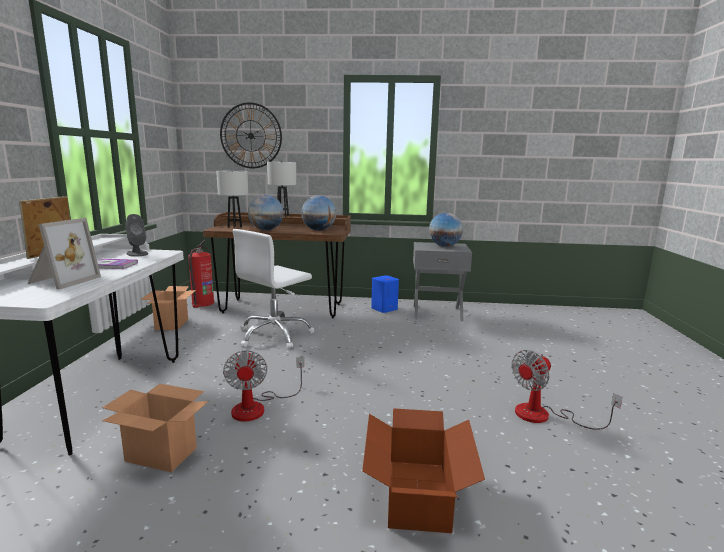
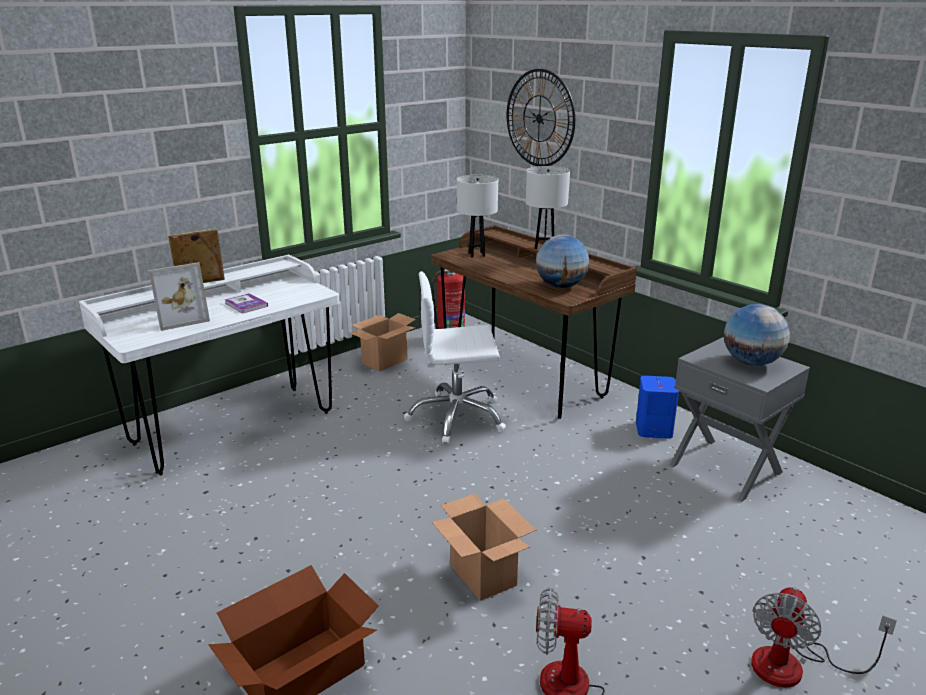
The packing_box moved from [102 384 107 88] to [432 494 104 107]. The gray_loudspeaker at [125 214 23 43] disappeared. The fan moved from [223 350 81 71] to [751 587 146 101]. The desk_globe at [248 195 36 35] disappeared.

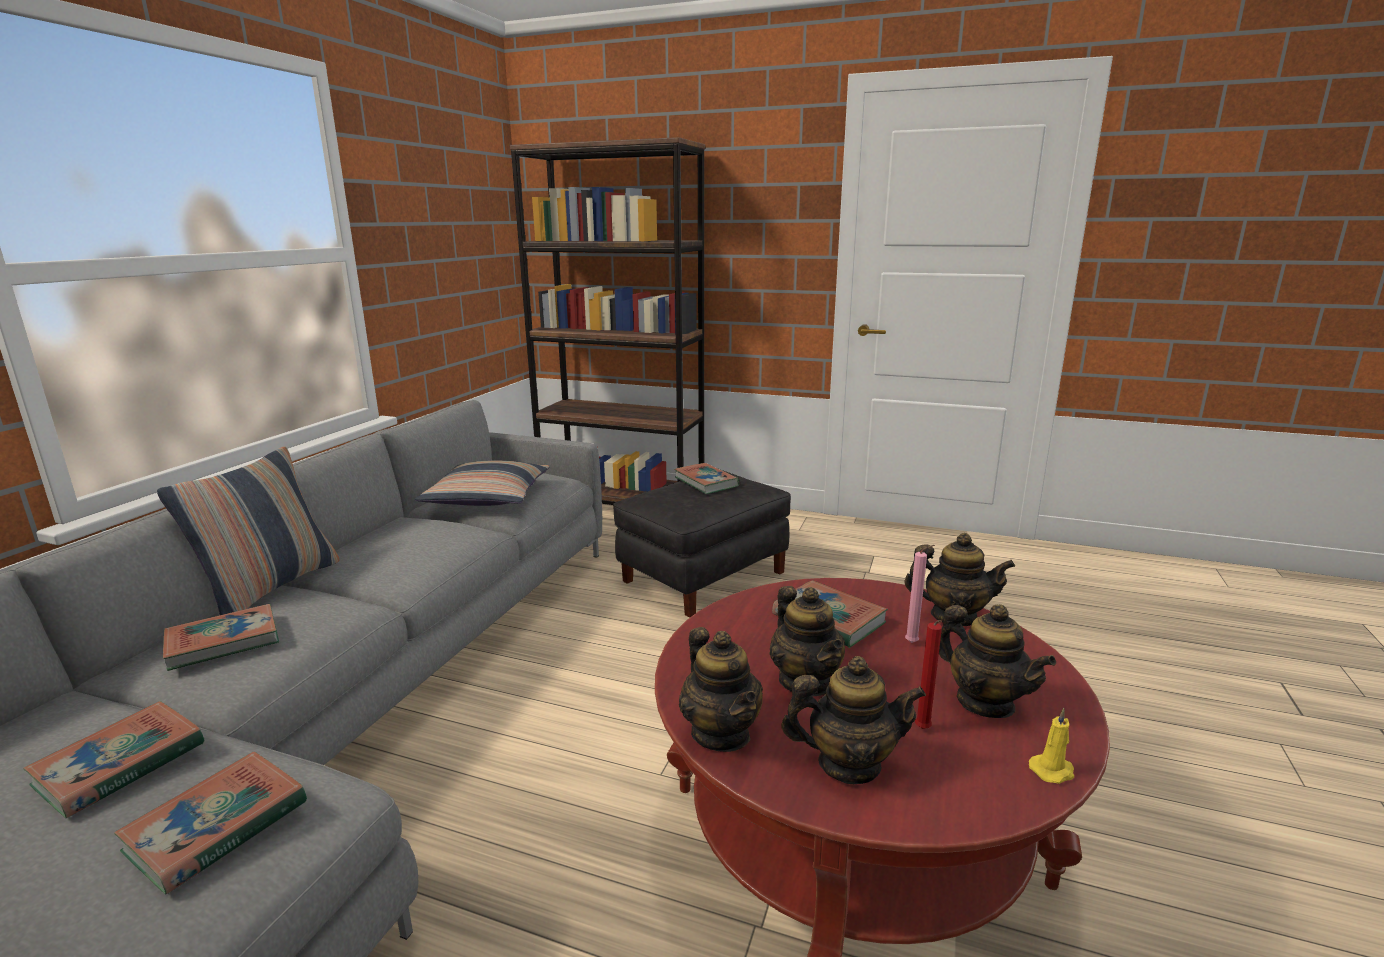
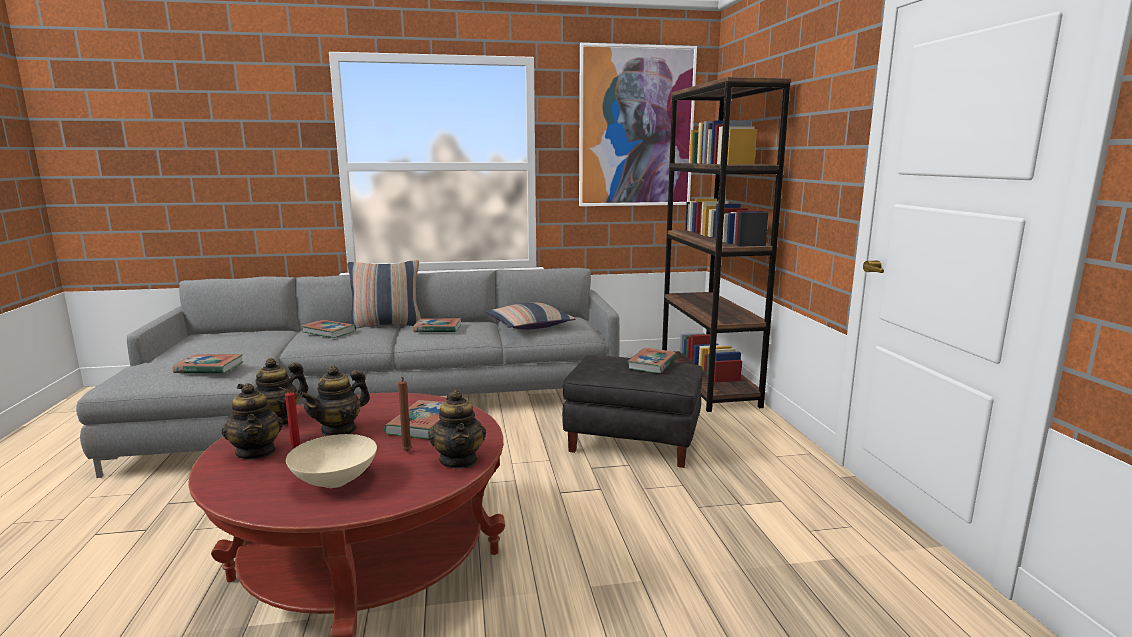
The volume moved from [23 701 181 117] to [413 318 48 15]. The pinkish_candle at [905 545 30 98] became the brown_candle at [398 377 14 74]. The tea_pot at [939 604 117 114] was replaced by the beige-coloured_serving_bowl at [286 434 91 54]. The yellowish_candle at [1029 708 45 76] disappeared. The picture at [579 43 118 163] appeared.

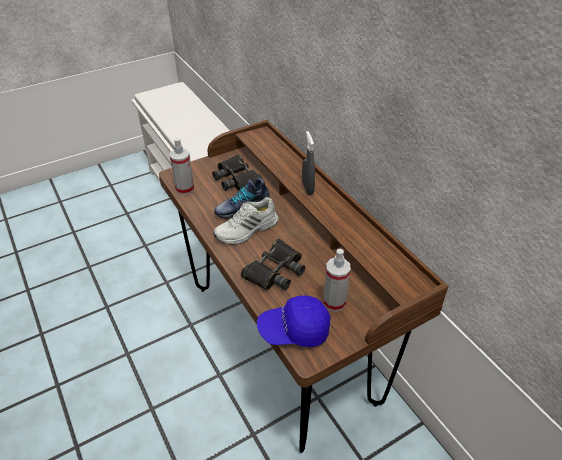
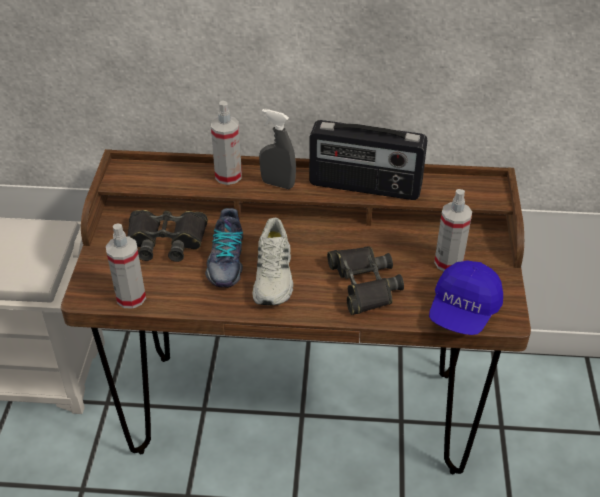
The hand_sprayer at [211 101 31 84] appeared. The radio_set at [309 120 119 80] appeared.

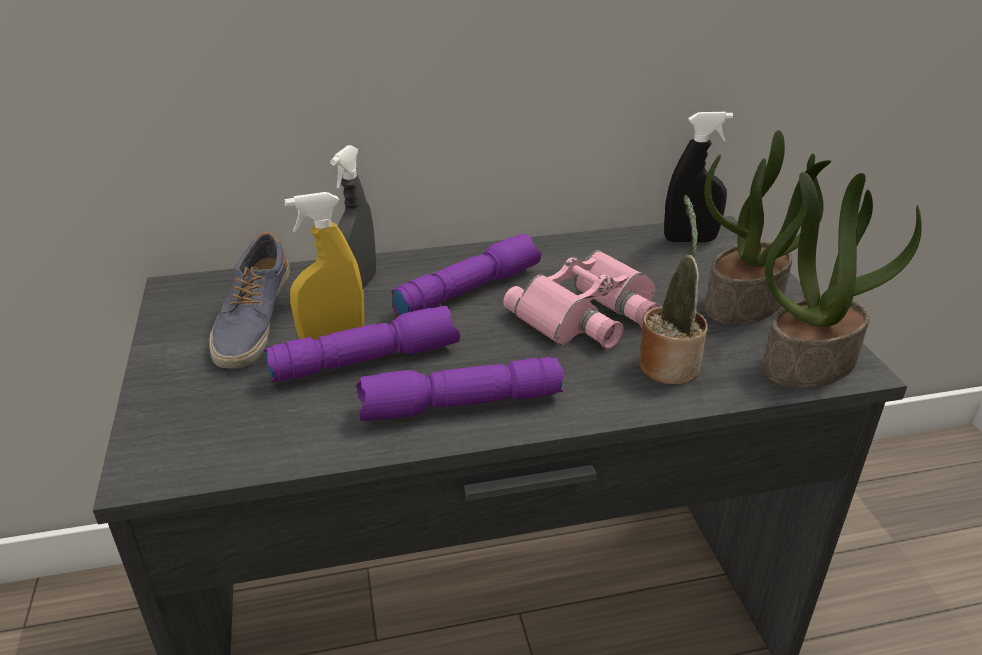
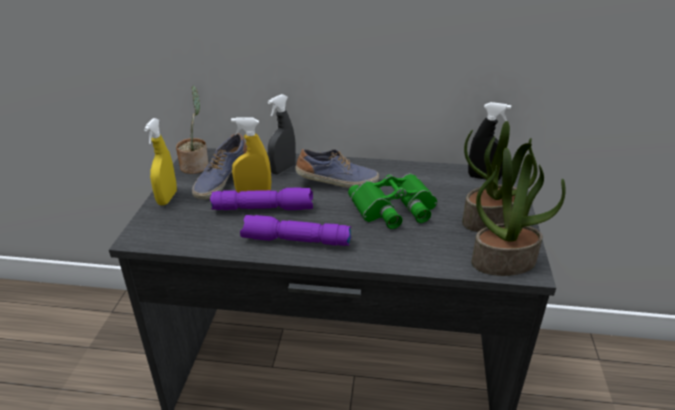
The purple-coloured_hand_torch at [391 234 150 81] was replaced by the low_shoe at [296 149 83 39]. The pinkish_binoculars at [503 250 157 99] became the green_binoculars at [348 173 89 56]. The plant_in_a_pot moved from [639 195 69 189] to [176 86 33 88]. The yellowish_hand_sprayer at [144 118 33 87] appeared.

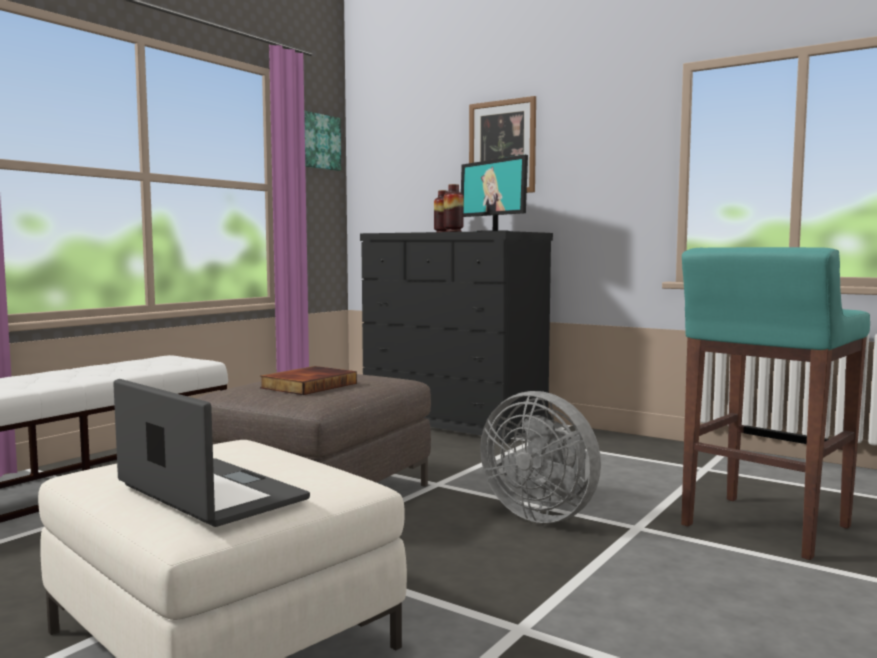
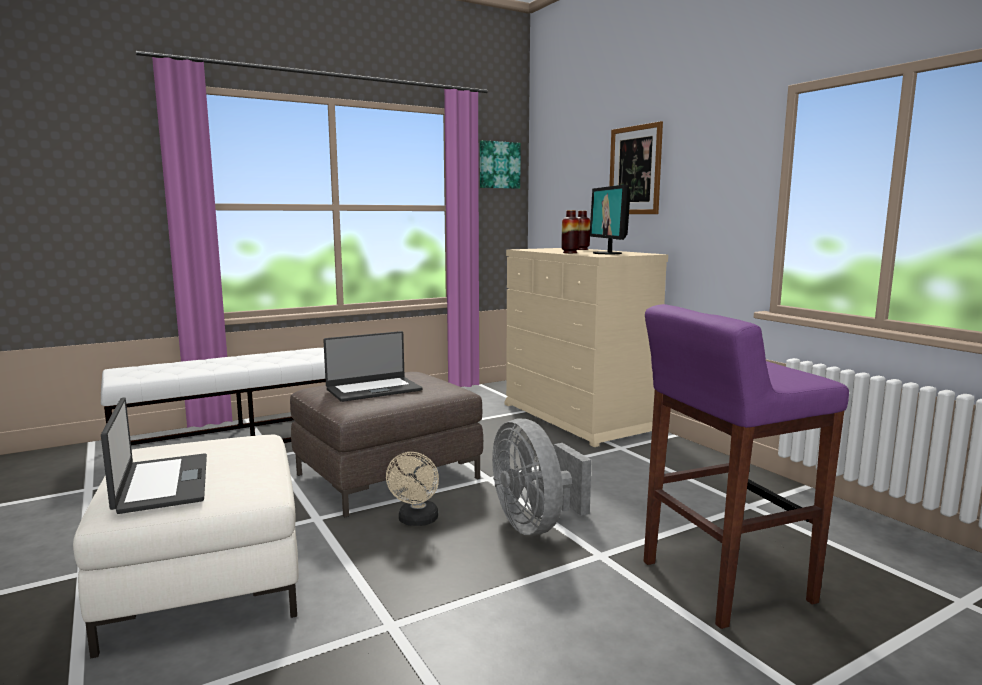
The volume at [260 366 97 29] was replaced by the portable_computer at [323 331 100 71]. The black-coloured_dresser at [360 231 193 213] became the beige-coloured_dresser at [504 248 164 199]. The turquoise-coloured_sitting_stool at [681 247 189 313] became the purple-coloured_sitting_stool at [644 304 205 325]. The beige-coloured_fan at [386 452 53 74] appeared.

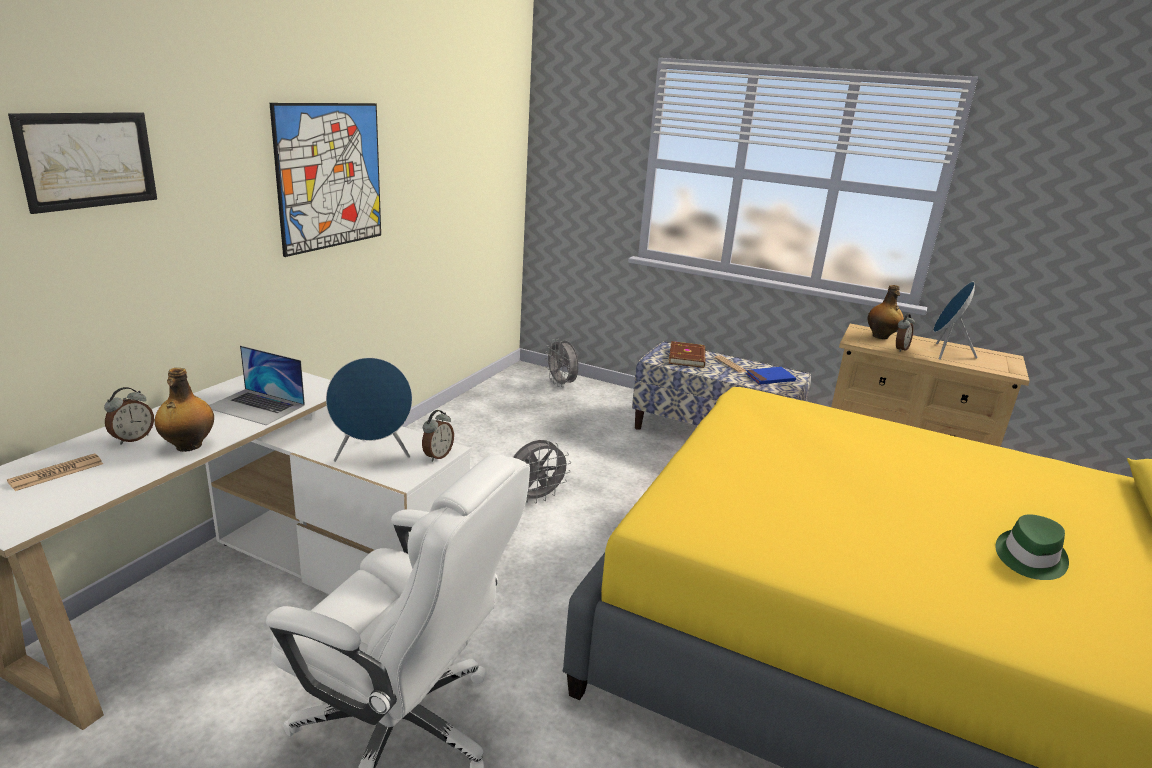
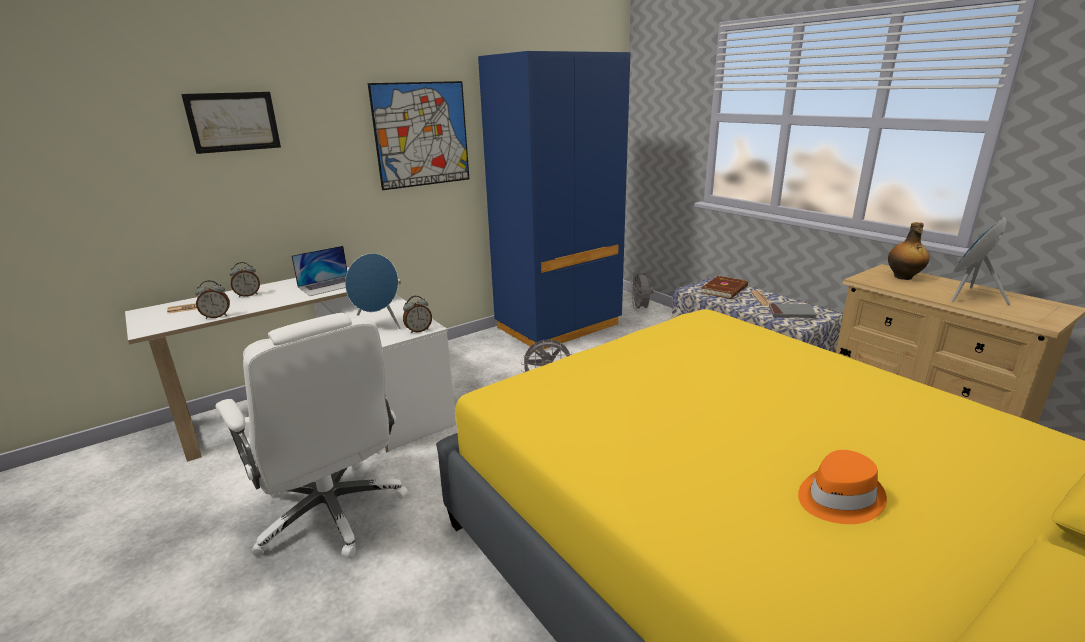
The beverage_bottle at [155 368 59 84] disappeared. The portable_computer at [209 346 96 79] turned 90 degrees counterclockwise. The blue-coloured_volume at [745 367 51 18] became the gray_volume at [769 304 48 14]. The alarm_clock moved from [896 314 19 38] to [195 280 35 39]. The green_hat at [995 515 74 65] became the orange-coloured_hat at [798 450 89 74]. The blue-coloured_wardrobe at [478 51 153 301] appeared.

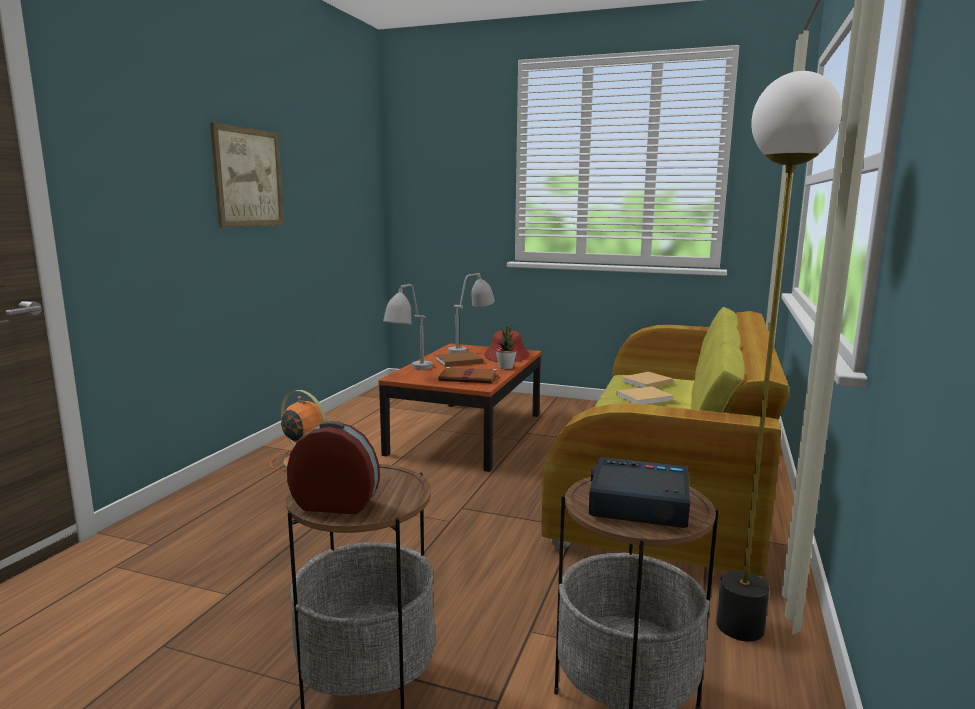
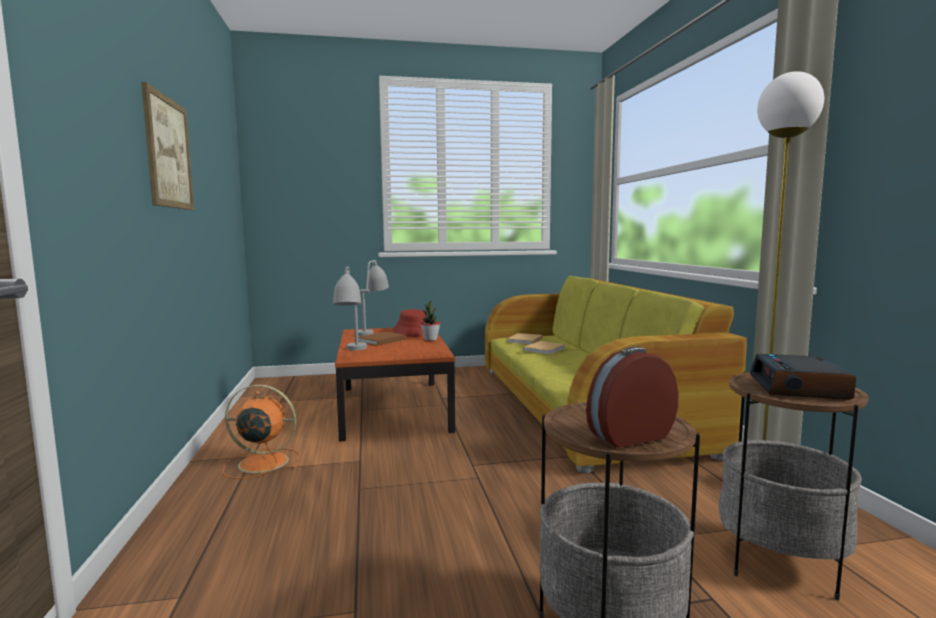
The brown_volume at [438 367 62 16] disappeared. The alarm_clock at [589 457 101 71] turned 60 degrees counterclockwise.

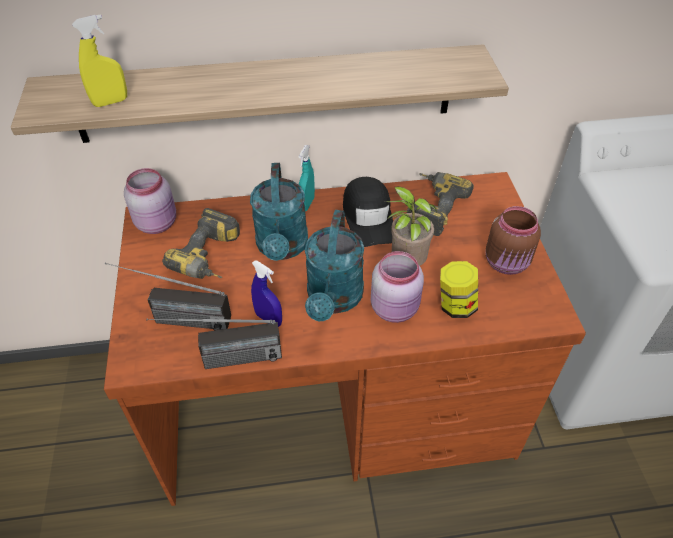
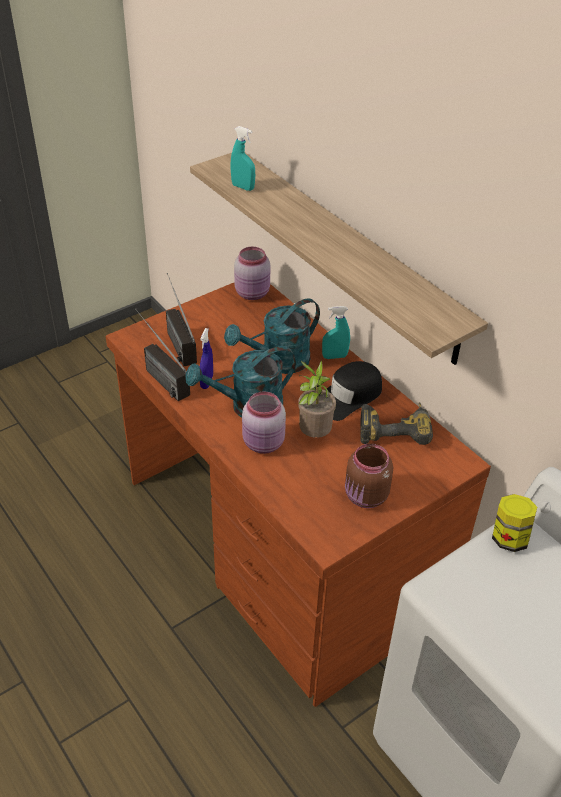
The yellowish_hand_sprayer at [72 14 55 93] became the turquoise-coloured_hand_sprayer at [230 126 25 65]. The drill at [162 208 78 71] disappeared. The storage_jar moved from [440 261 38 57] to [492 494 45 58].

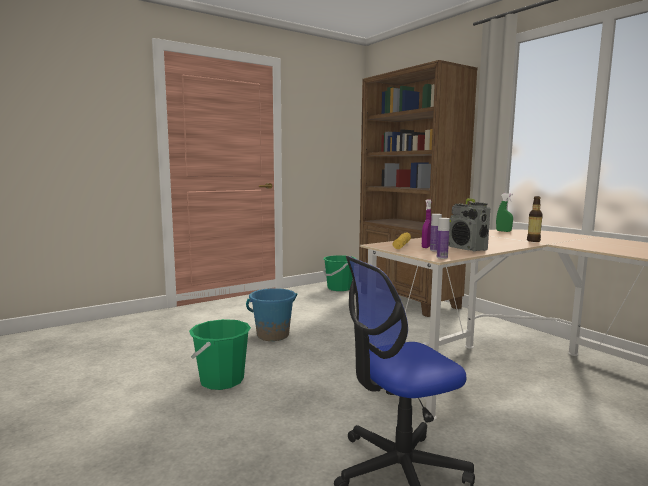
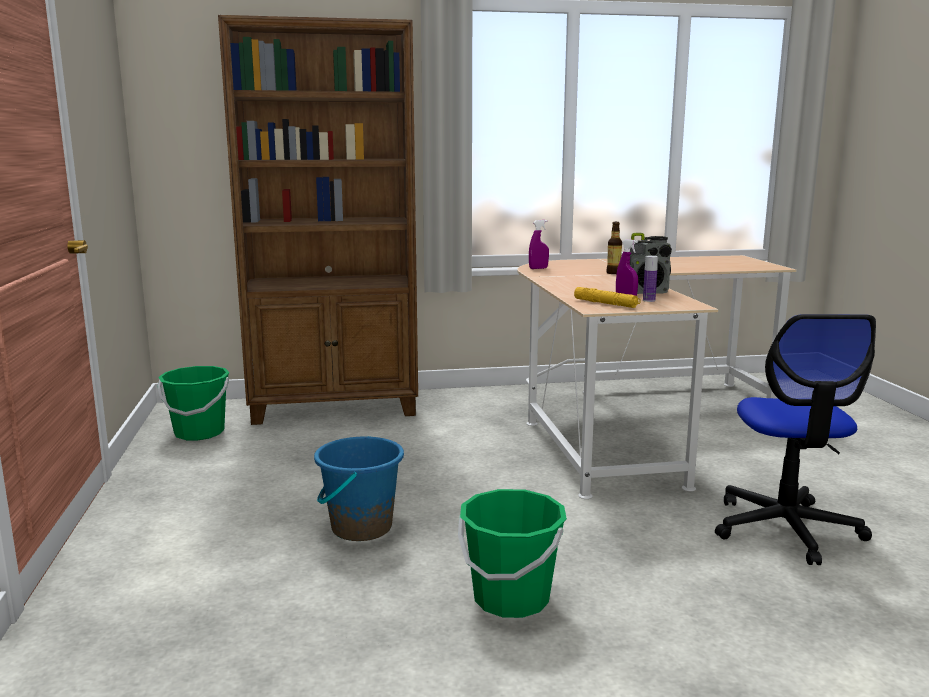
The beverage_bottle at [437 218 13 41] disappeared. The green_hand_sprayer at [496 193 17 39] became the purple-coloured_hand_sprayer at [529 220 20 49].

